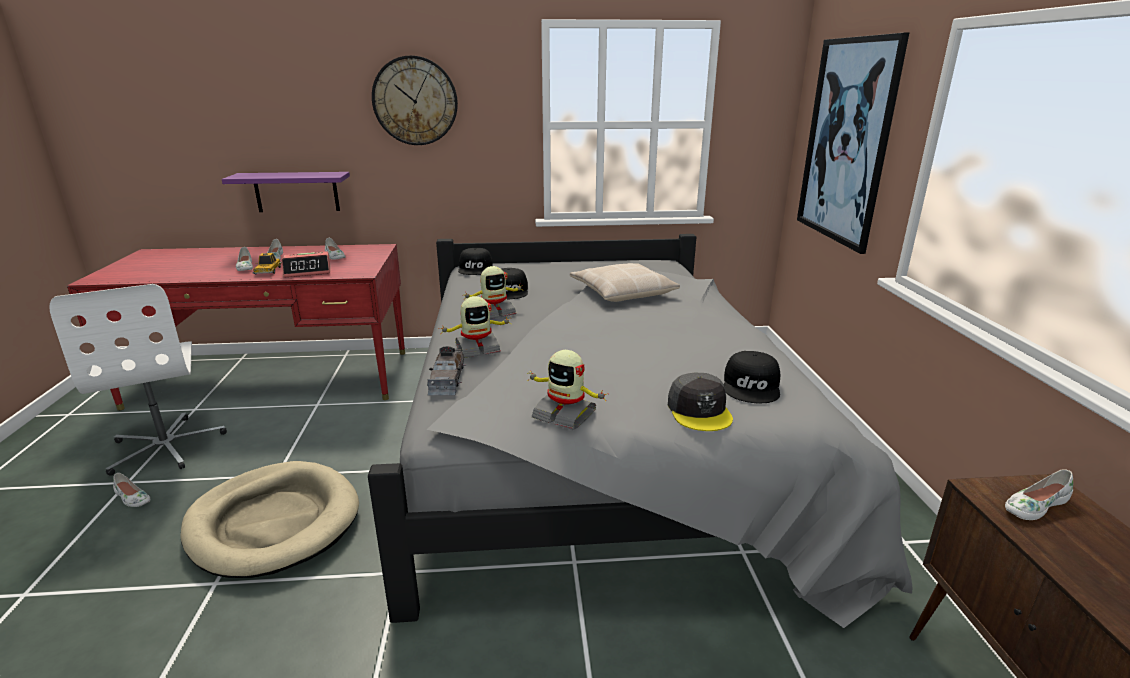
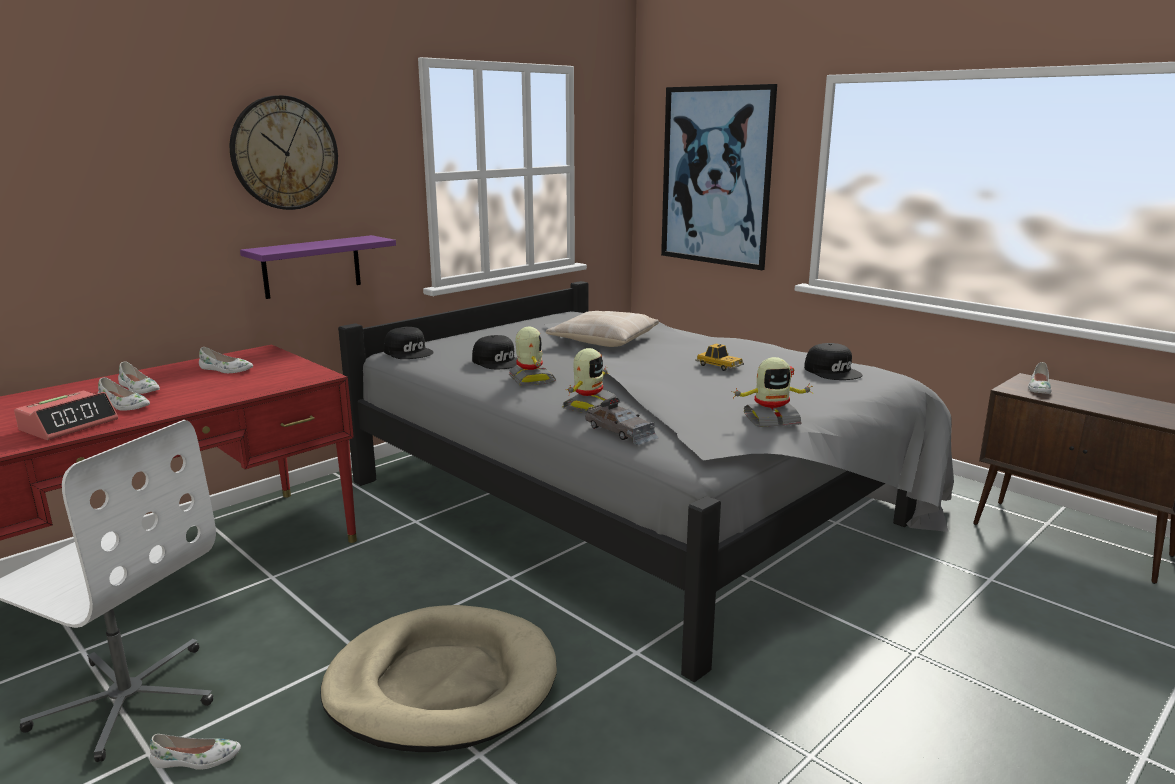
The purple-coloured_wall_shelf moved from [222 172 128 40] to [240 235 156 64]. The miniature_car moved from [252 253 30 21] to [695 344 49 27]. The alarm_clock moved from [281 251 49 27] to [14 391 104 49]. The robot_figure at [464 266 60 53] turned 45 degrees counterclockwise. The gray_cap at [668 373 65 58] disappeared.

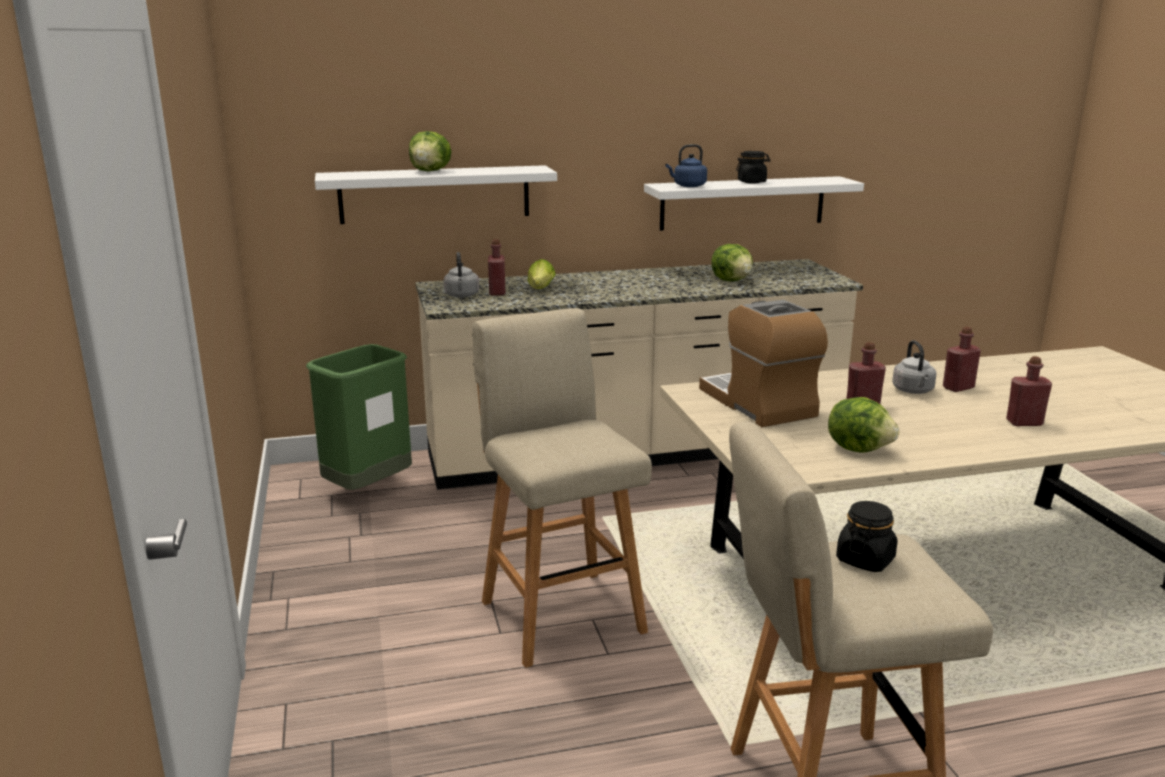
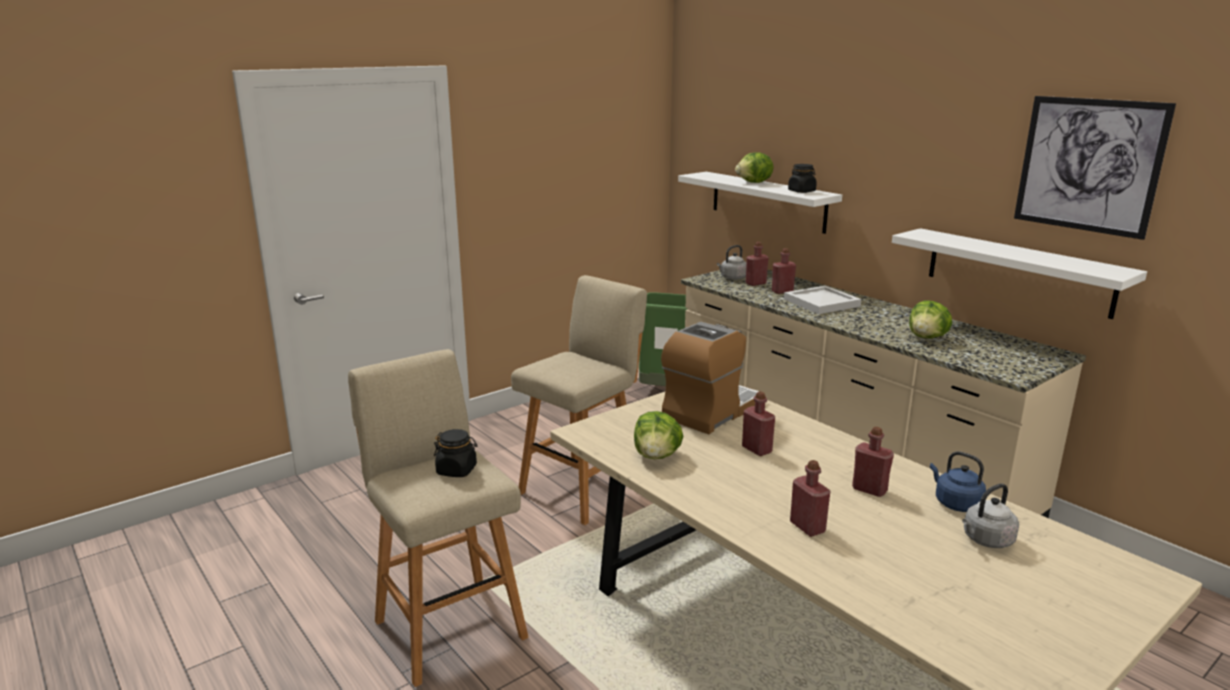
The head_of_lettuce at [528 259 27 30] was replaced by the red-coloured_beverage_bottle at [772 248 24 46]. The blue-coloured_water_kettle moved from [666 144 41 43] to [930 451 56 61]. The black-coloured_storage_jar moved from [736 151 35 33] to [788 164 29 29]. The gray_water_kettle moved from [892 340 45 54] to [962 484 57 64]. The white_serving_tray at [784 286 77 28] appeared. The picture at [1014 96 162 144] appeared.

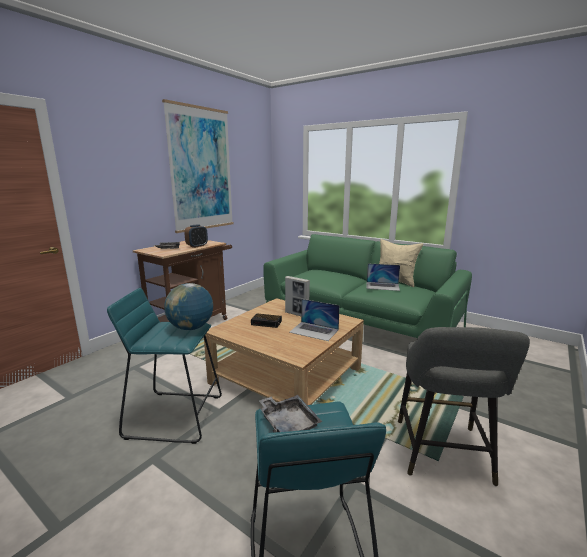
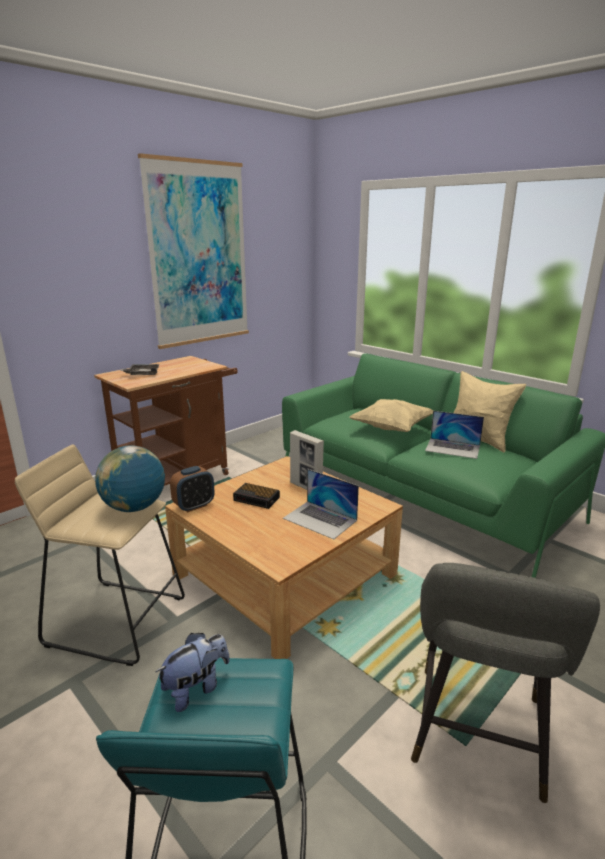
The turquoise-coloured_sitting_stool at [107 288 115 156] became the beige-coloured_sitting_stool at [15 445 170 221]. The alarm_clock moved from [184 224 24 24] to [170 466 45 46]. The gray_serving_tray at [259 395 63 37] was replaced by the cuddly_toy at [156 633 74 79]. The beige-coloured_throw_pillow at [350 399 83 33] appeared.

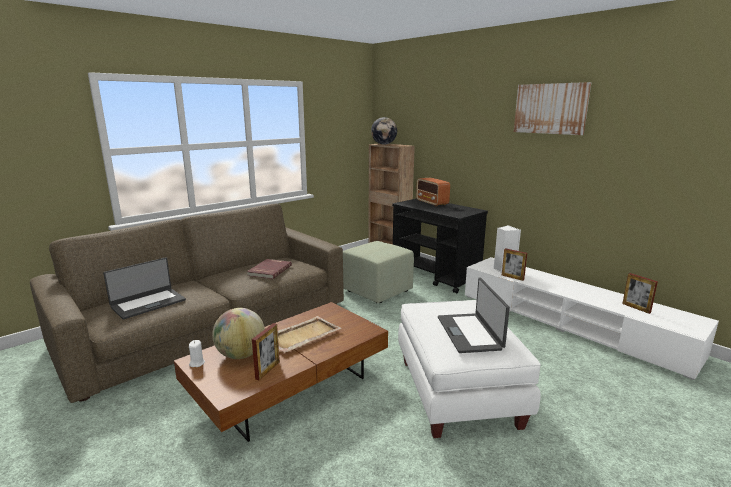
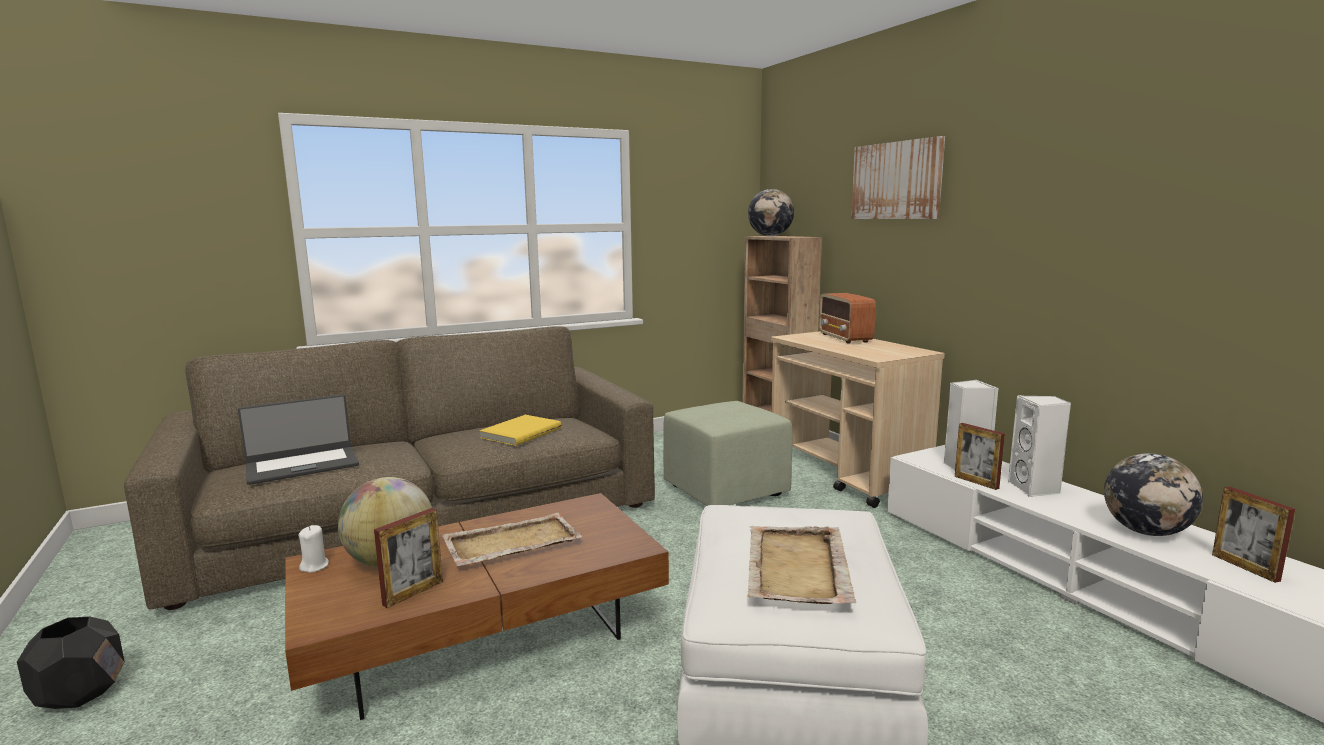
The red-coloured_volume at [247 259 45 20] became the yellowish_volume at [479 415 82 31]. The black-coloured_cart at [392 198 96 96] became the beige-coloured_cart at [771 331 174 177]. The portable_computer at [438 277 72 76] was replaced by the beige-coloured_serving_tray at [748 526 108 78]. The picture moved from [514 82 77 53] to [851 136 94 83]. The black-coloured_flower_pot at [17 616 108 93] appeared. The white_loudspeaker at [1008 395 63 102] appeared. The desk_globe at [1104 453 99 83] appeared.

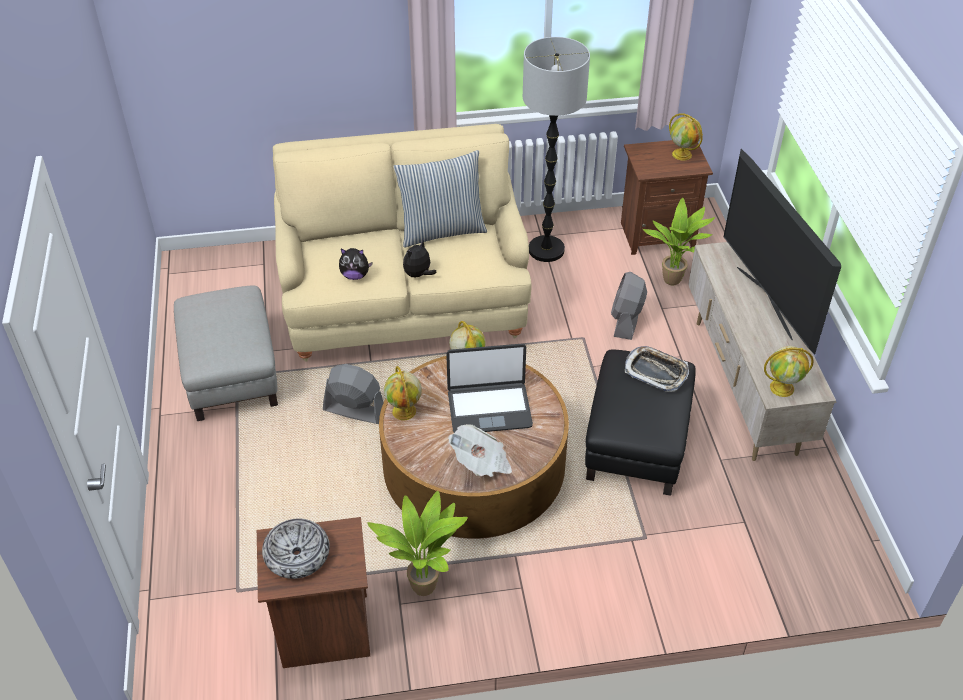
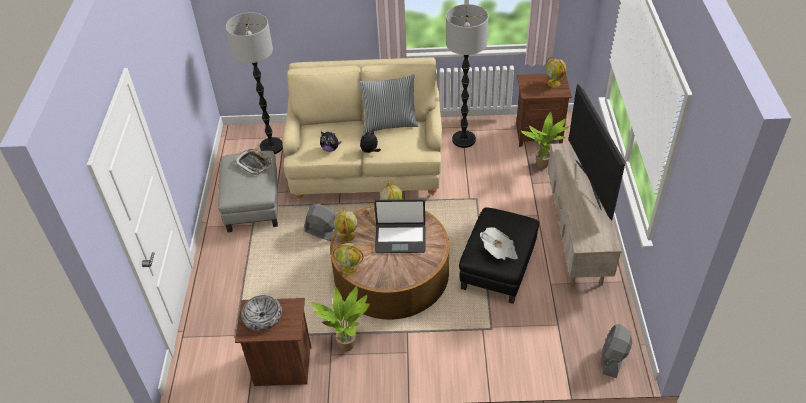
The daily_paper moved from [448 424 64 53] to [480 227 38 33]. The gray_fan moved from [611 272 36 68] to [602 324 30 54]. The serving_tray moved from [625 346 64 46] to [234 149 38 26]. The desk_globe moved from [764 346 50 51] to [333 243 31 32]. The standing_lamp at [226 13 57 141] appeared.

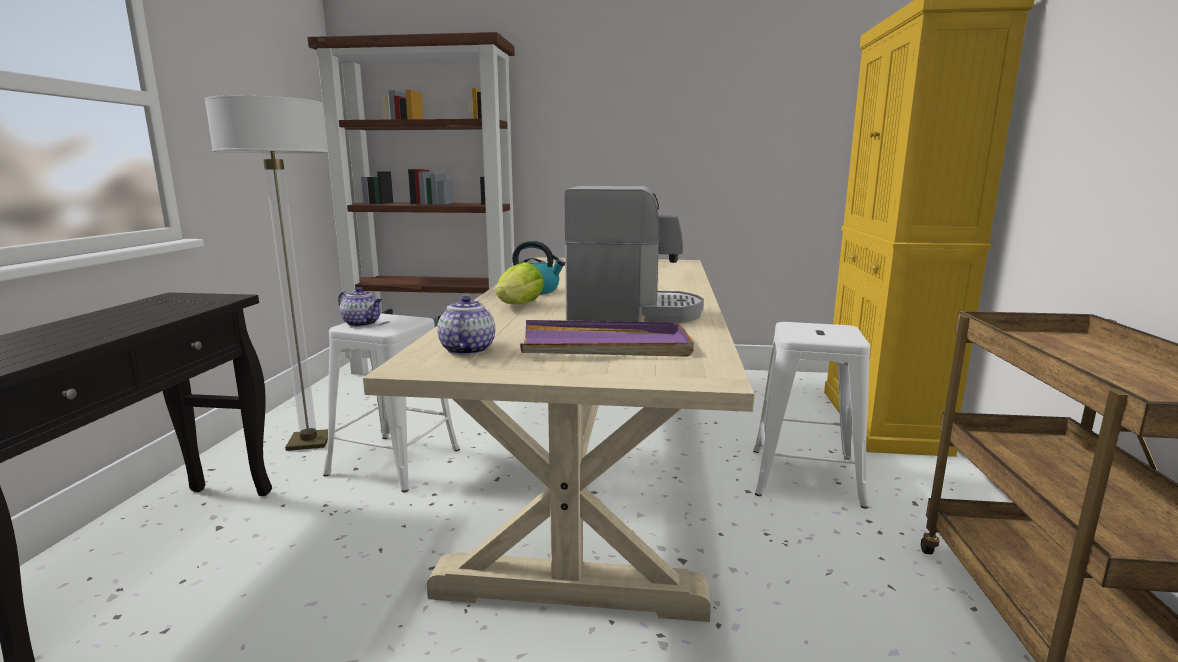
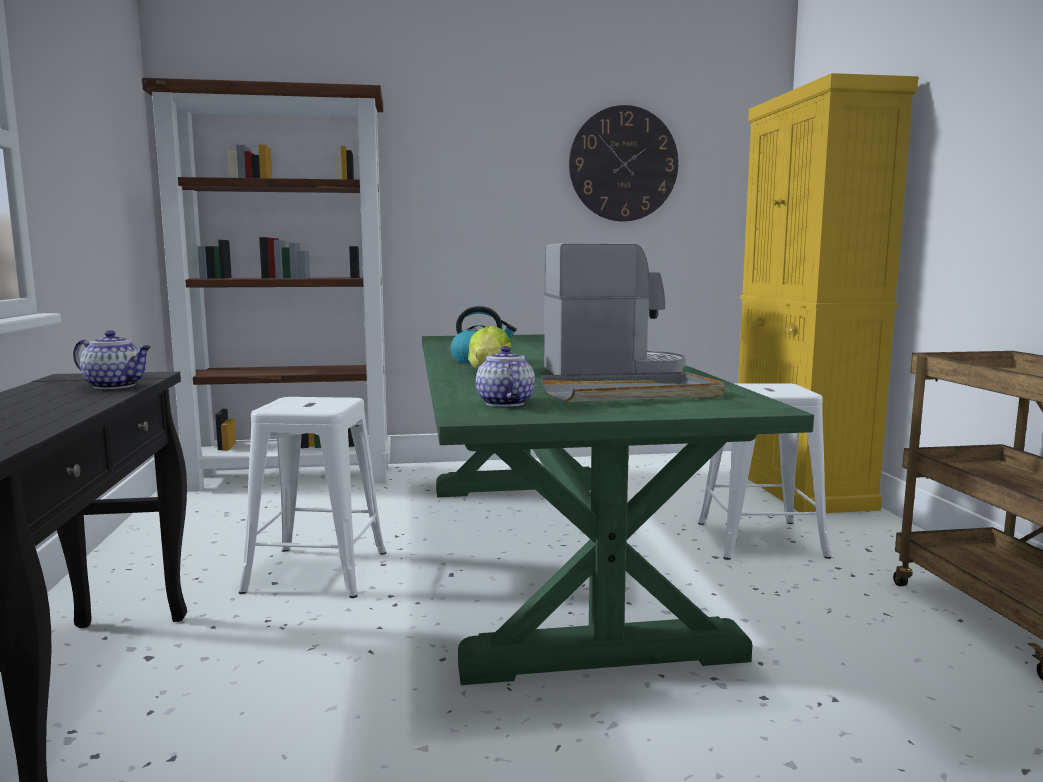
The standing_lamp at [204 95 125 356] disappeared. The tea_pot moved from [338 287 44 40] to [73 330 78 59]. The beige-coloured_dining_table at [363 257 392 365] became the green_dining_table at [422 334 392 351]. The purple-coloured_serving_tray at [520 320 174 37] became the gray_serving_tray at [541 372 184 30]. The hanging_clock at [569 105 109 116] appeared.

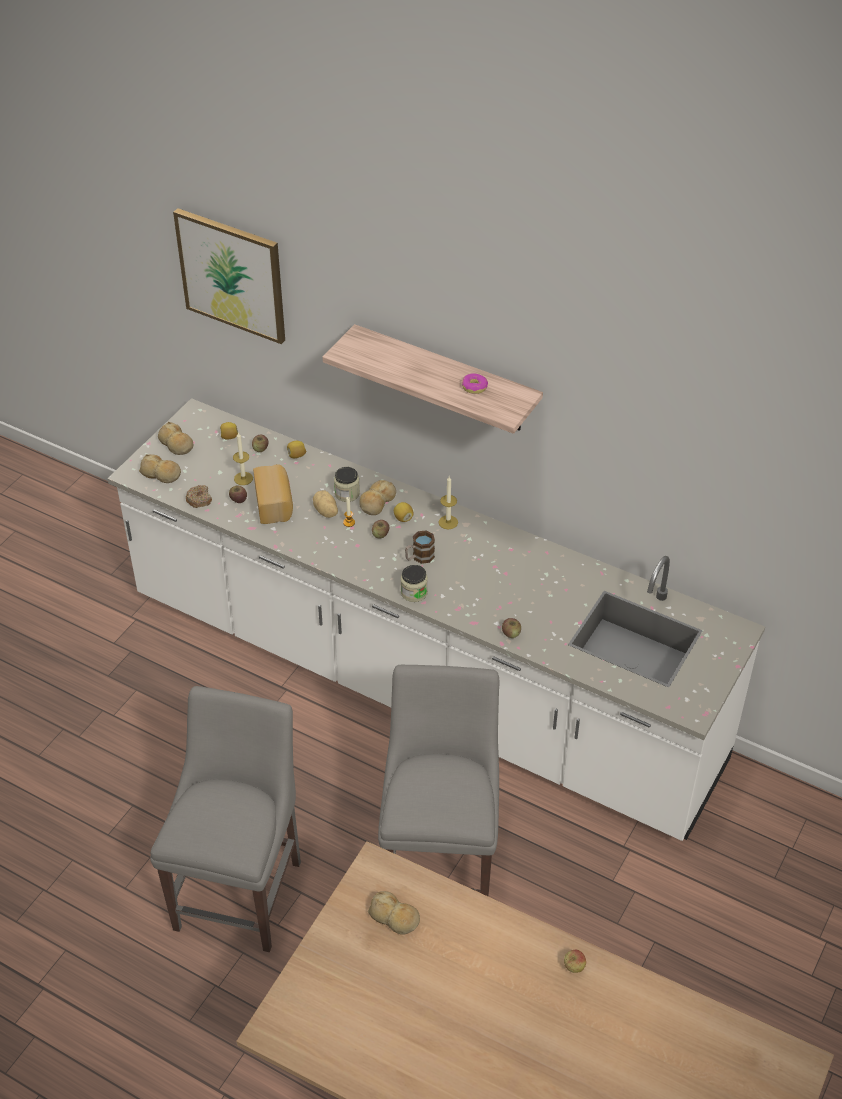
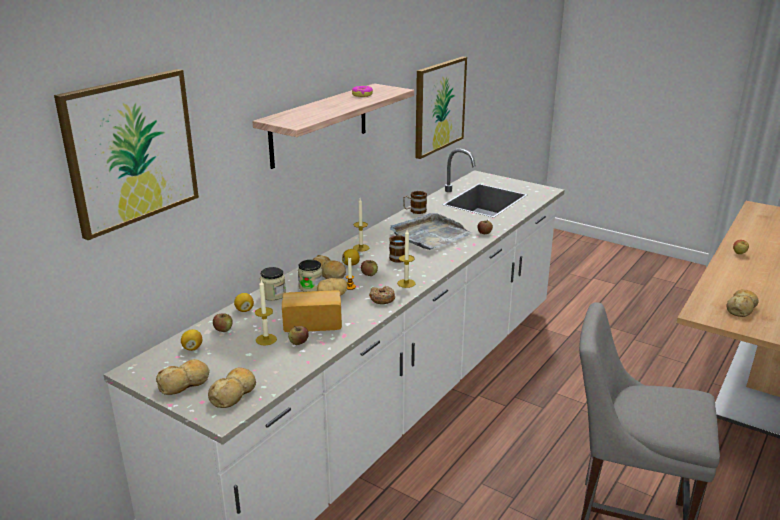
The doughnut moved from [186 485 26 23] to [369 286 26 18]. The gray_plain_chair at [378 665 122 231] disappeared. The storage_jar moved from [401 565 27 37] to [260 267 26 34]. The gray_serving_tray at [390 213 82 37] appeared. The candle at [397 230 19 58] appeared. The mug at [403 191 24 23] appeared. The picture at [415 56 52 103] appeared.

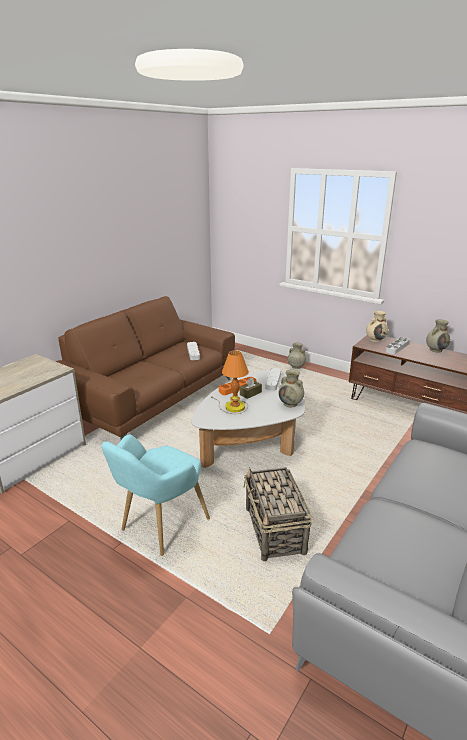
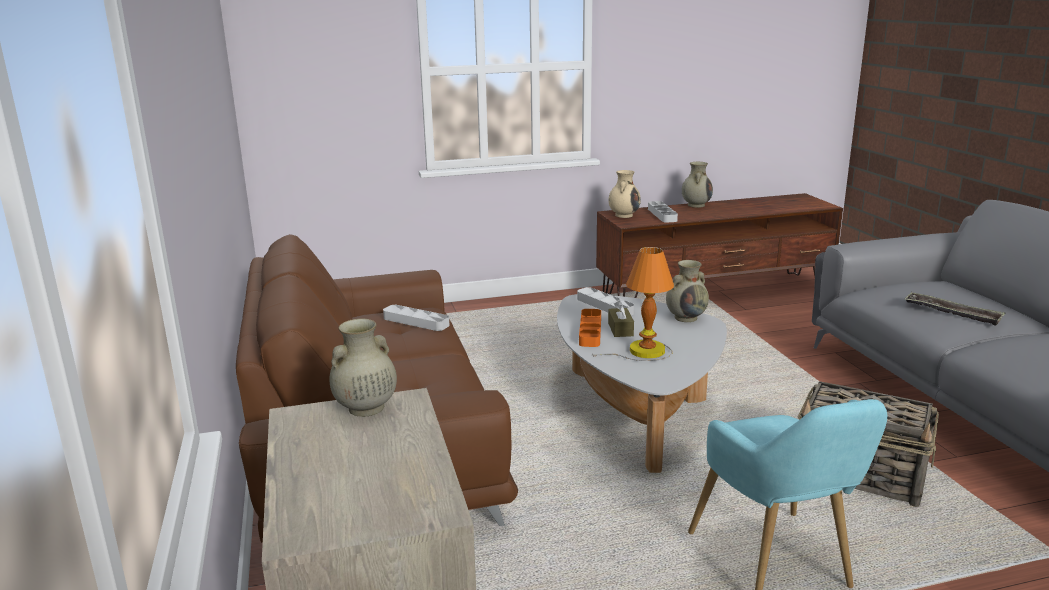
The beige-coloured_decorative_vase moved from [288 343 18 26] to [329 319 68 98]. The serving_tray at [904 292 101 34] appeared.

